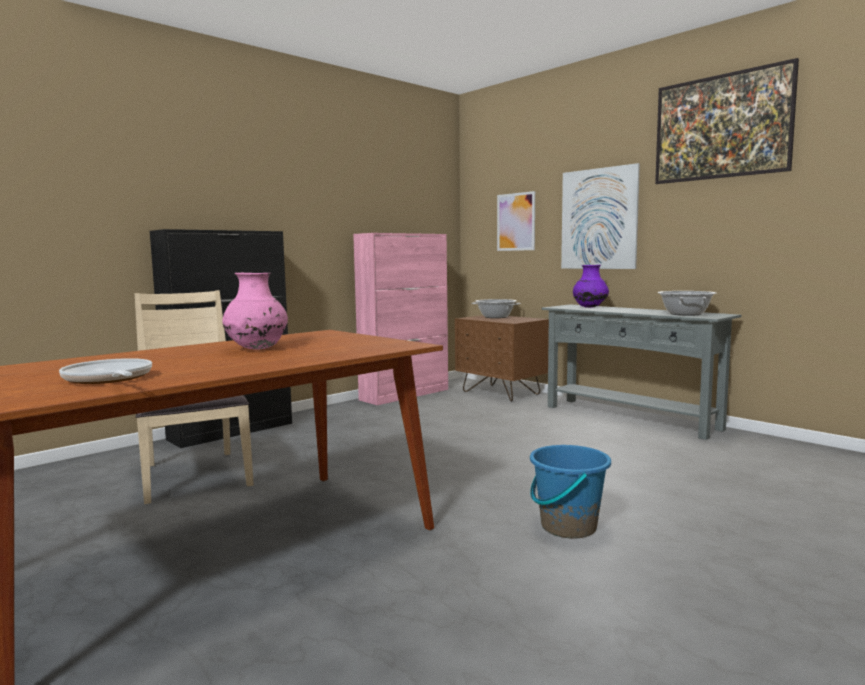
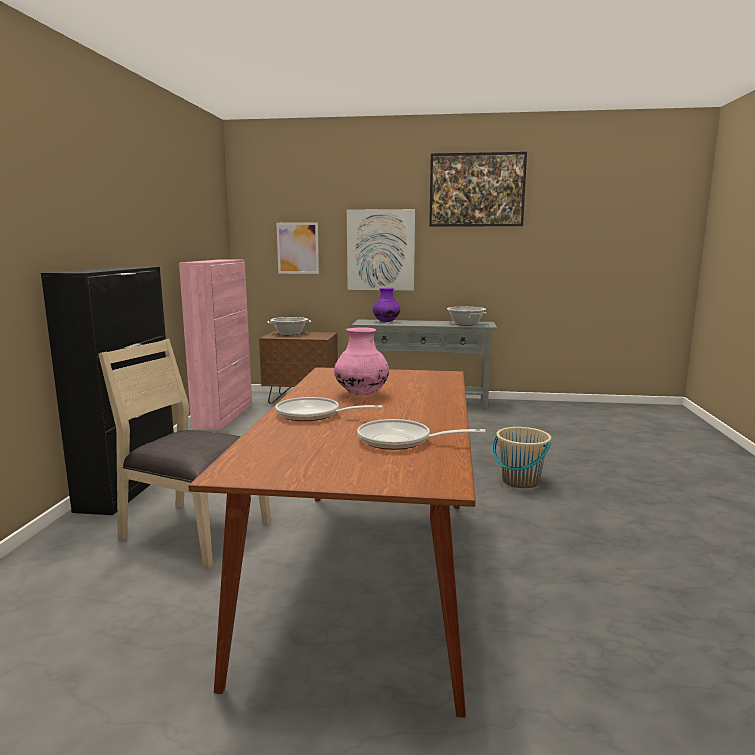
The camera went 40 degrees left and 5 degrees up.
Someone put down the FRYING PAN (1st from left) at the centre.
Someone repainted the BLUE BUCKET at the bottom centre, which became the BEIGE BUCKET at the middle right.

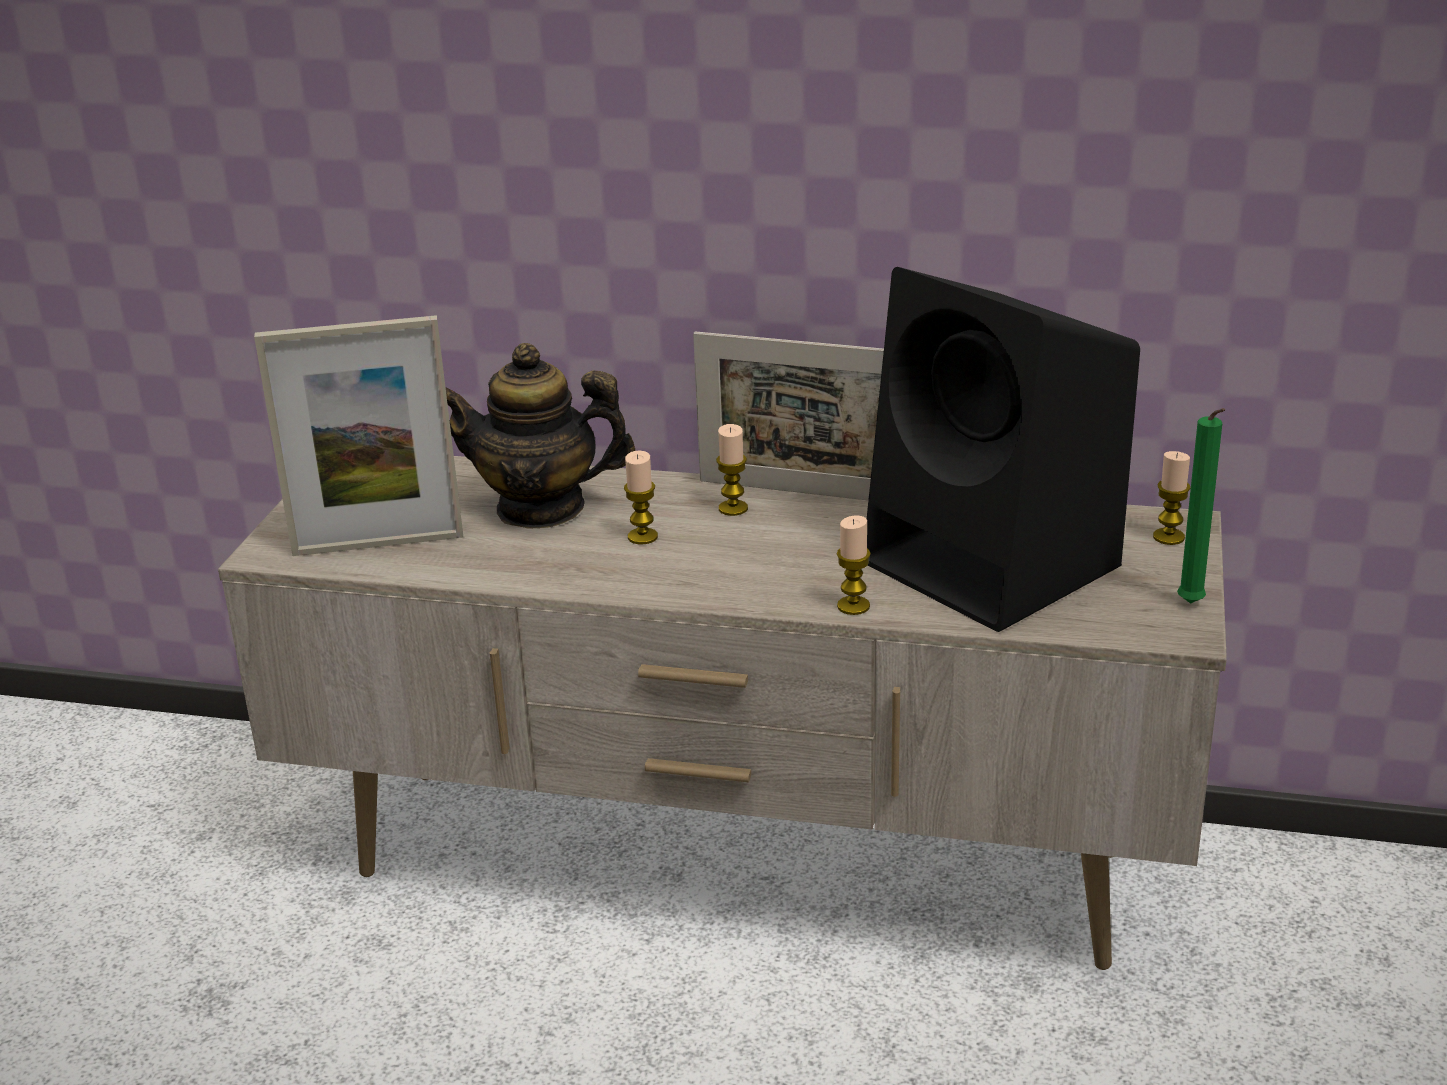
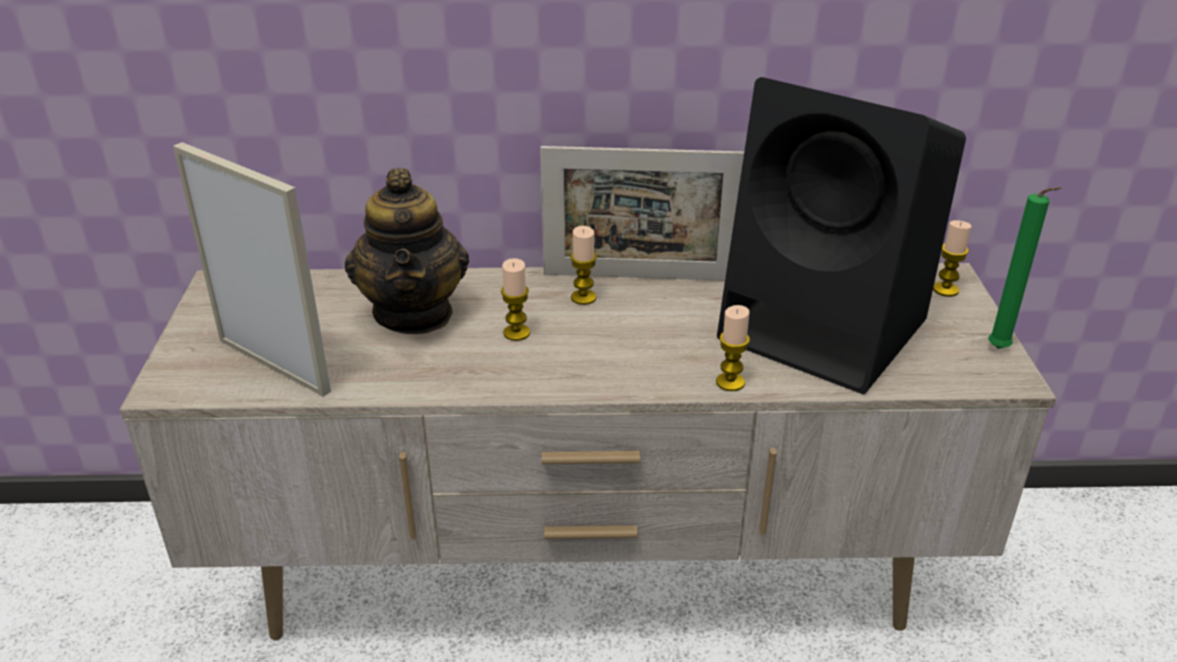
The camera went 15 degrees left and 5 degrees up.
Someone rotated the PICTURE FRAME (1st from left) at the middle left by 120 degrees counterclockwise.
Someone rotated the TEAPOT at the centre by 90 degrees counterclockwise.

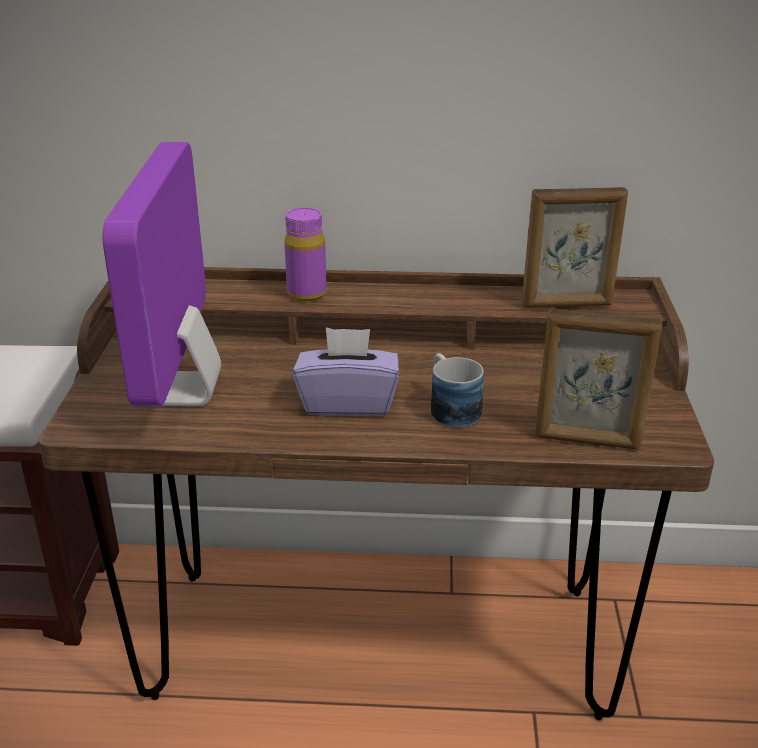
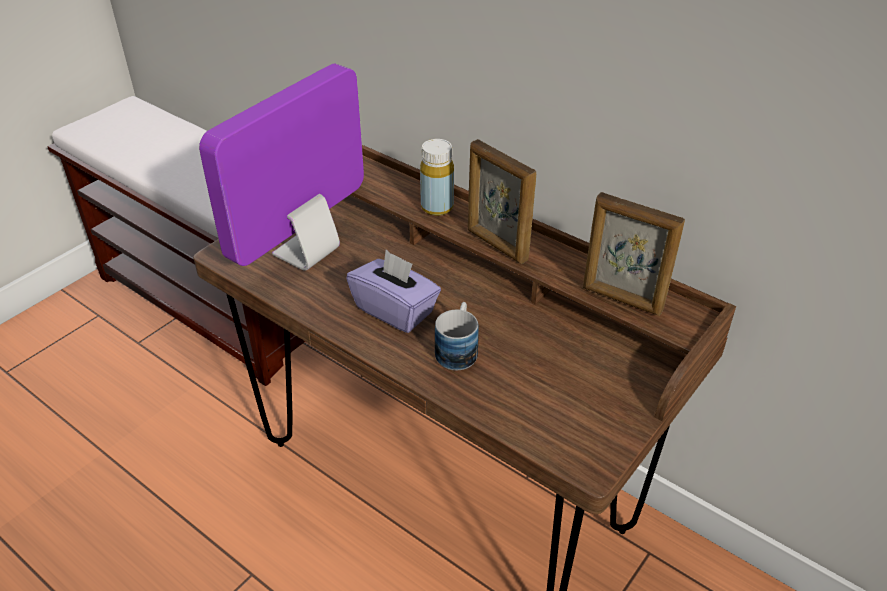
The camera went 35 degrees right and 10 degrees up.
Someone repainted the PURPLE BOTTLE at the centre, which became the YELLOW BOTTLE at the top centre.
Someone carried the PICTURE FRAME (2nd from left in the first image) from the middle right to the centre.

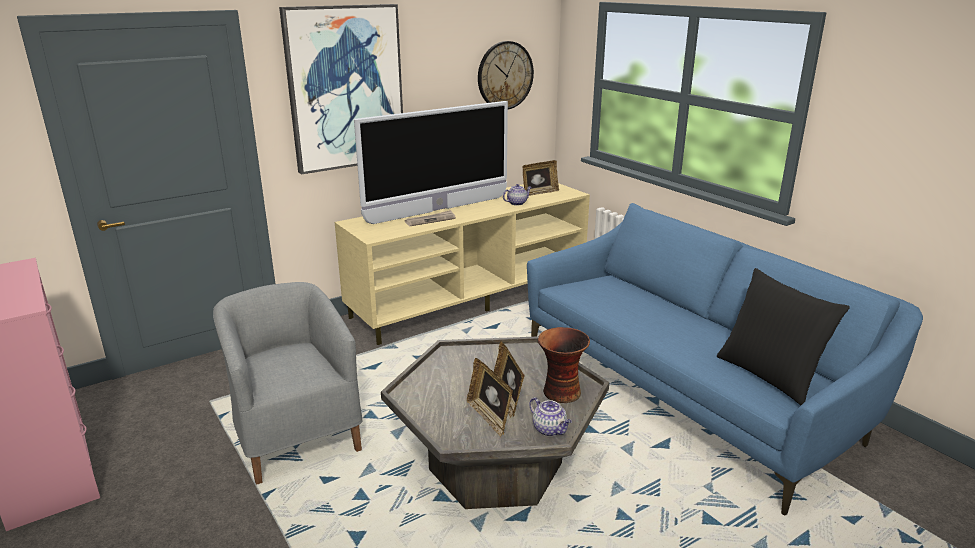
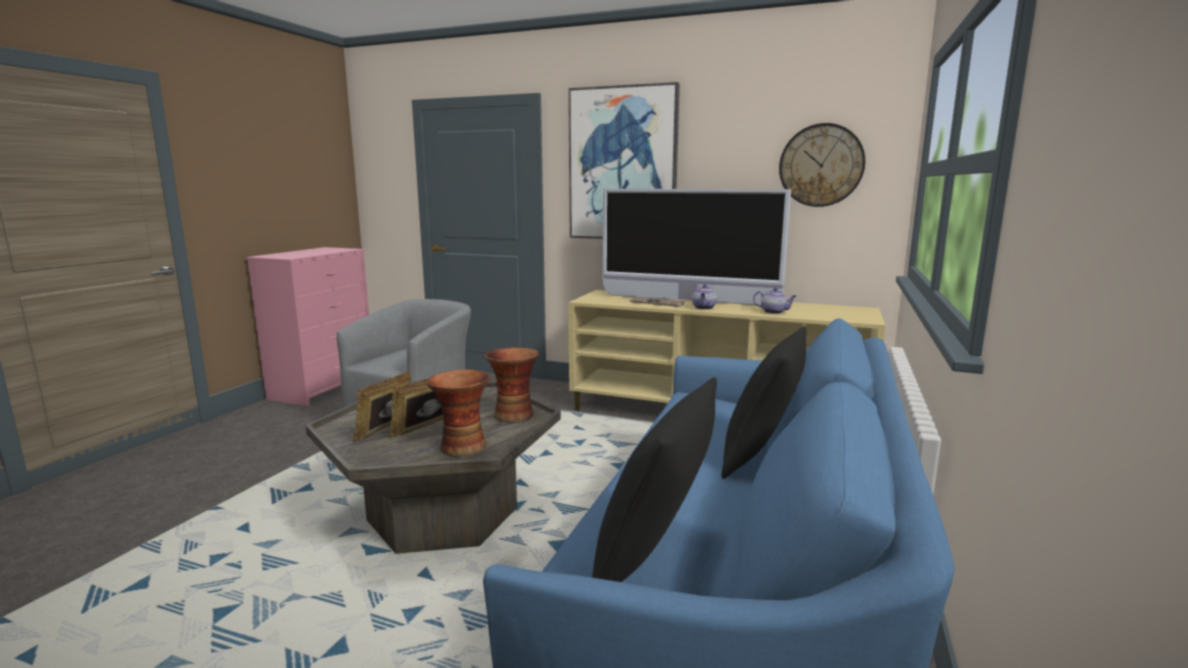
The camera went 55 degrees right and 10 degrees down.
Someone put down the VASE (2nd from left) at the centre.
Someone carried the TEAPOT (2nd from left in the first image) from the bottom centre to the centre.
Someone put down the BLACK PILLOW (2nd from left) at the centre.
Someone took away the PICTURE FRAME (3rd from left) at the top centre.

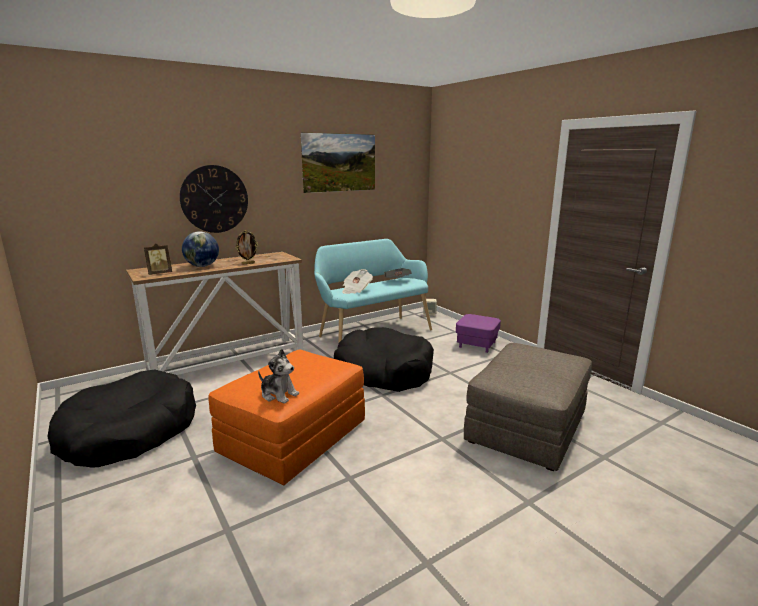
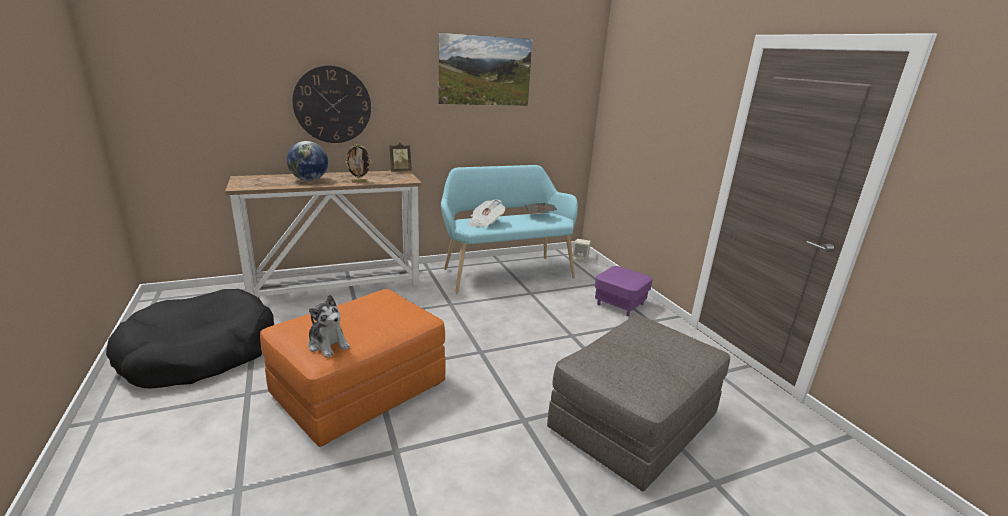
The camera went 10 degrees right and 5 degrees up.
Someone carried the PICTURE FRAME (1st from left in the first image) from the middle left to the top centre.
Someone took away the BLACK DOG BED (2nd from left) at the centre.

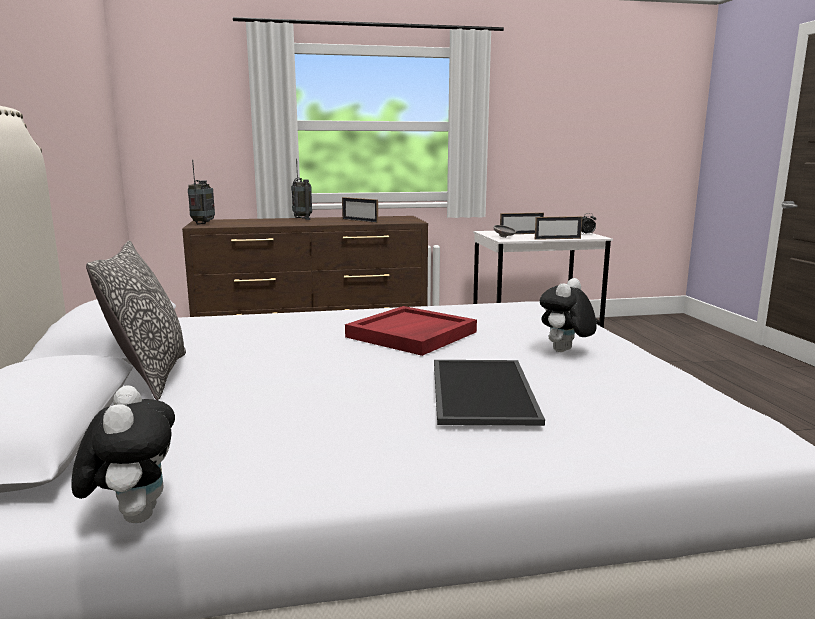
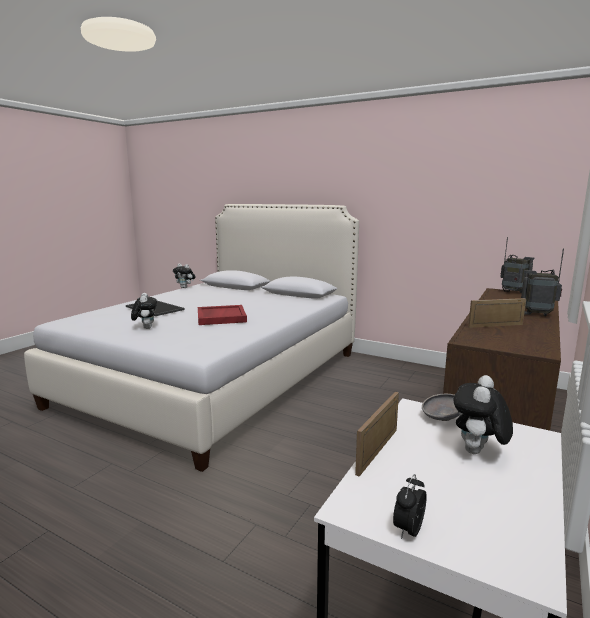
The camera went 130 degrees right and 0 degrees up.
Someone swapped the PICTURE FRAME (2nd from left) at the centre for the PLUSH TOY (3rd from left) at the bottom right.
Someone took away the PILLOW at the middle left.

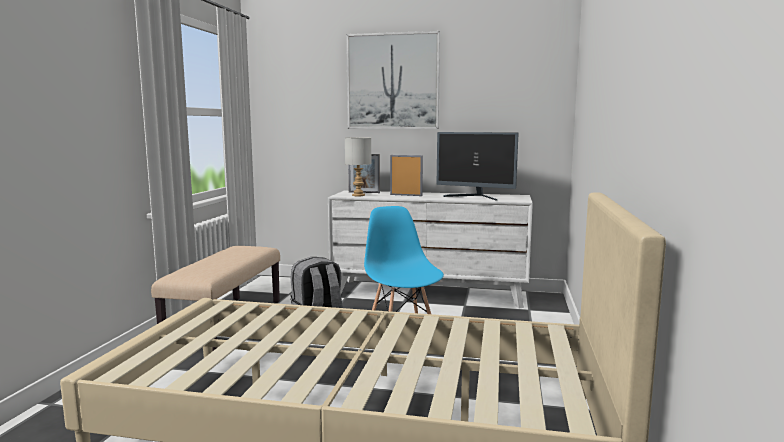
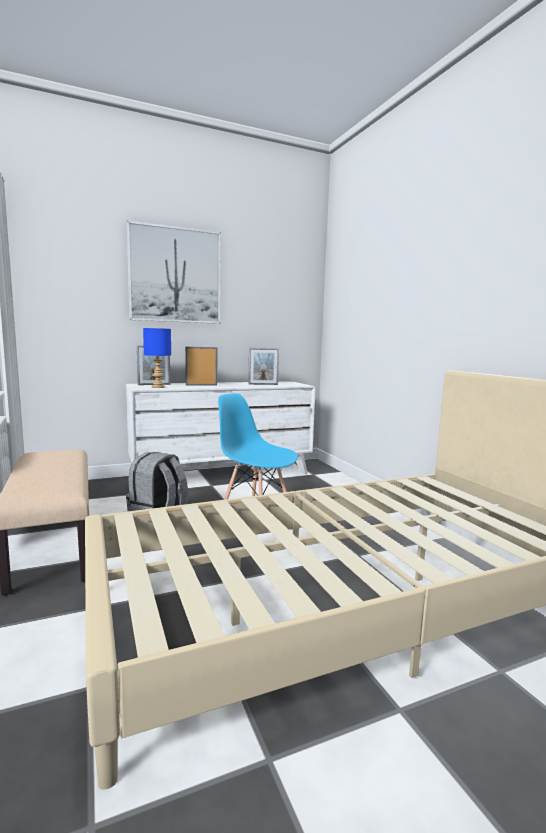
The camera went 35 degrees left and 0 degrees up.
Someone repainted the GREY TABLE LAMP at the centre, which became the BLUE TABLE LAMP at the middle left.
Someone swapped the MONITOR at the centre for the PICTURE FRAME (3rd from left) at the centre.

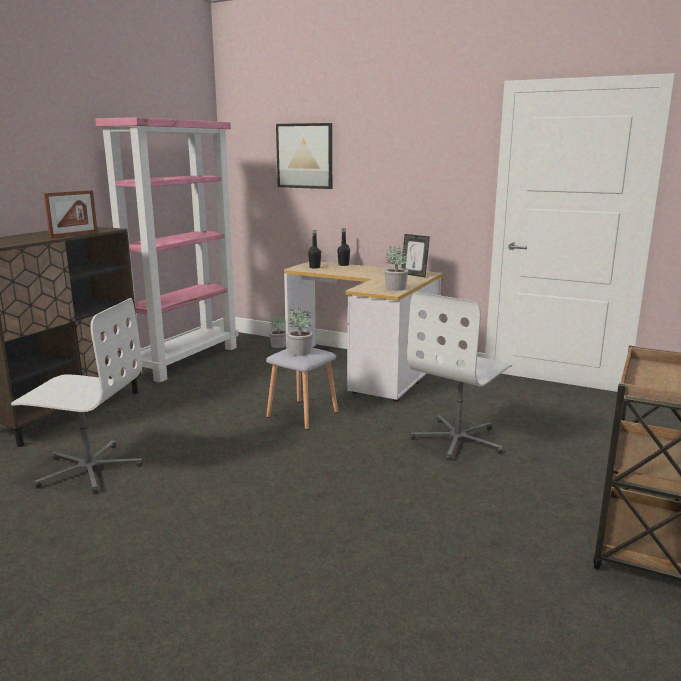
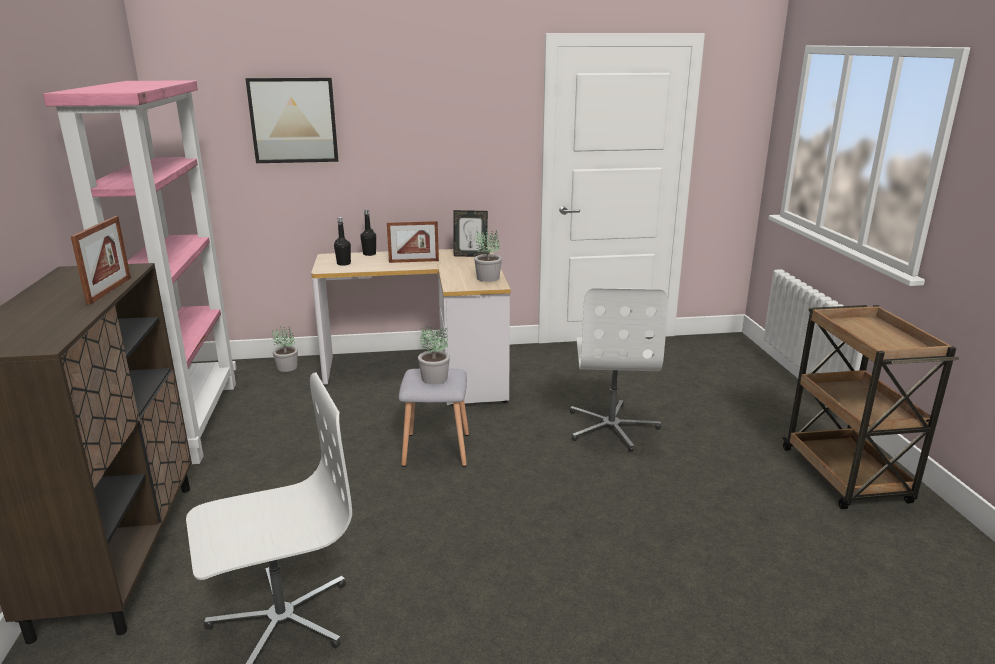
The camera went 35 degrees left and 5 degrees up.
Someone put down the PICTURE FRAME (2nd from left) at the centre.

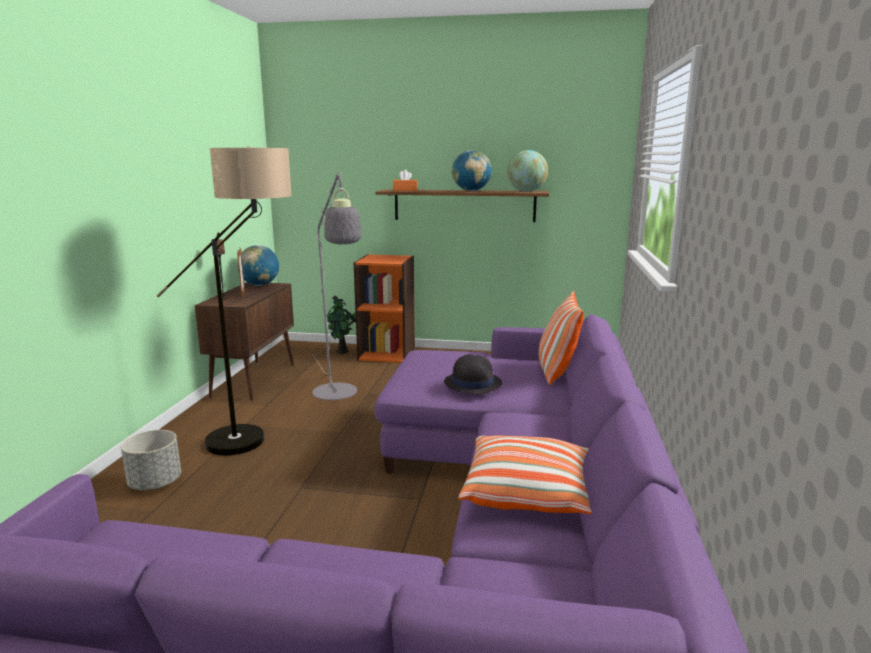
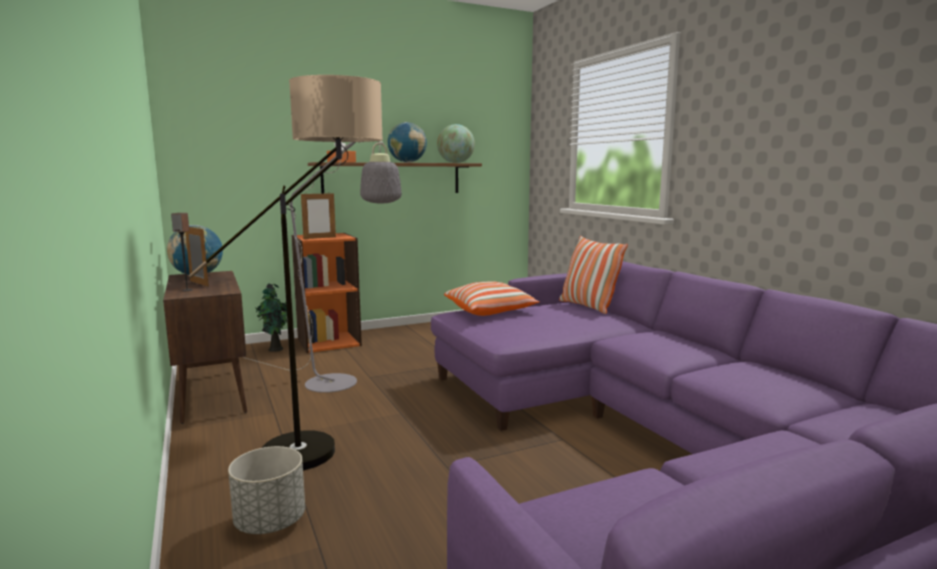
The camera went 35 degrees left and 5 degrees down.
Someone put down the PICTURE FRAME (2nd from left) at the centre.
Someone carried the PILLOW (1st from left) from the bottom centre to the centre.
Someone took away the BLACK HAT at the centre.

